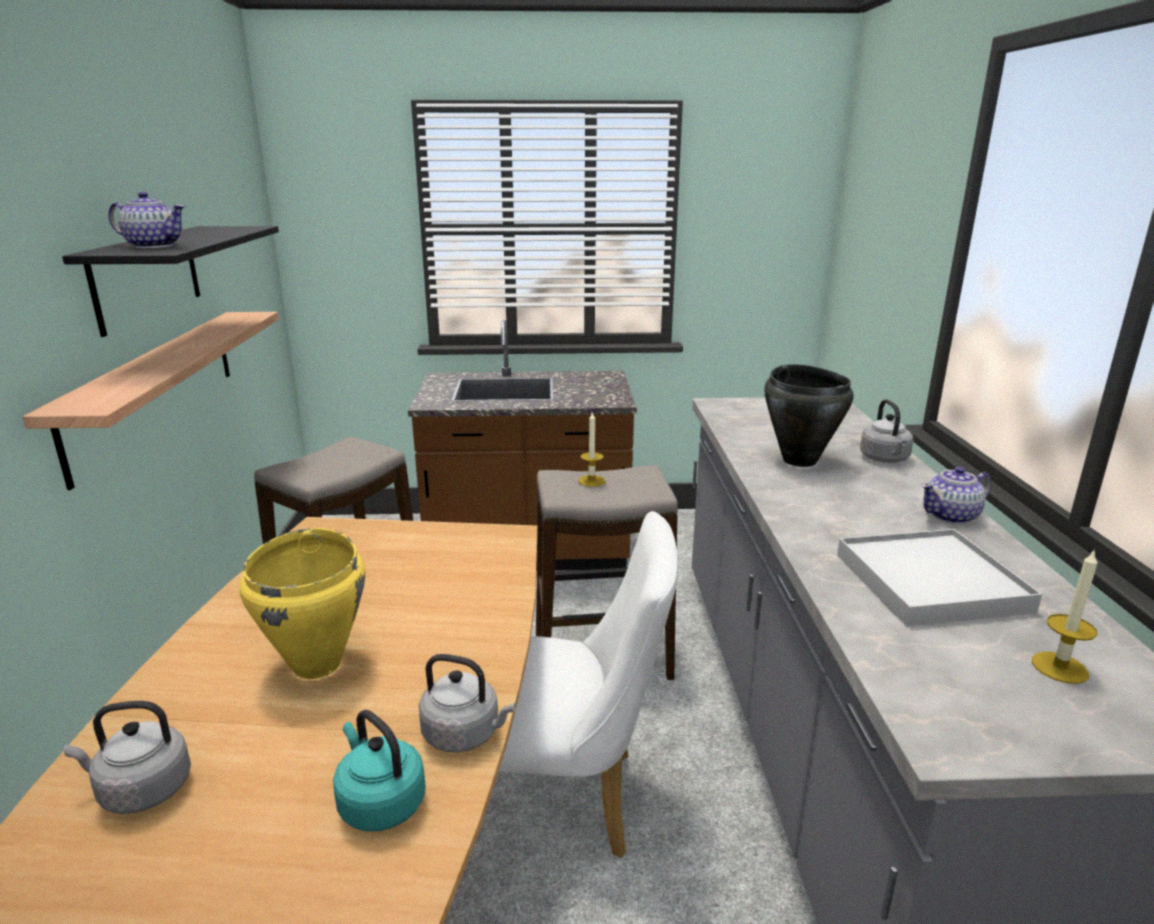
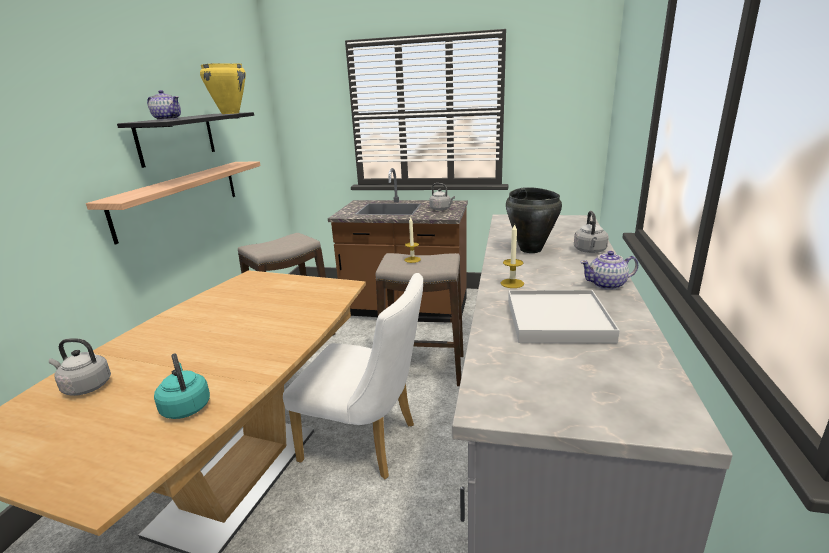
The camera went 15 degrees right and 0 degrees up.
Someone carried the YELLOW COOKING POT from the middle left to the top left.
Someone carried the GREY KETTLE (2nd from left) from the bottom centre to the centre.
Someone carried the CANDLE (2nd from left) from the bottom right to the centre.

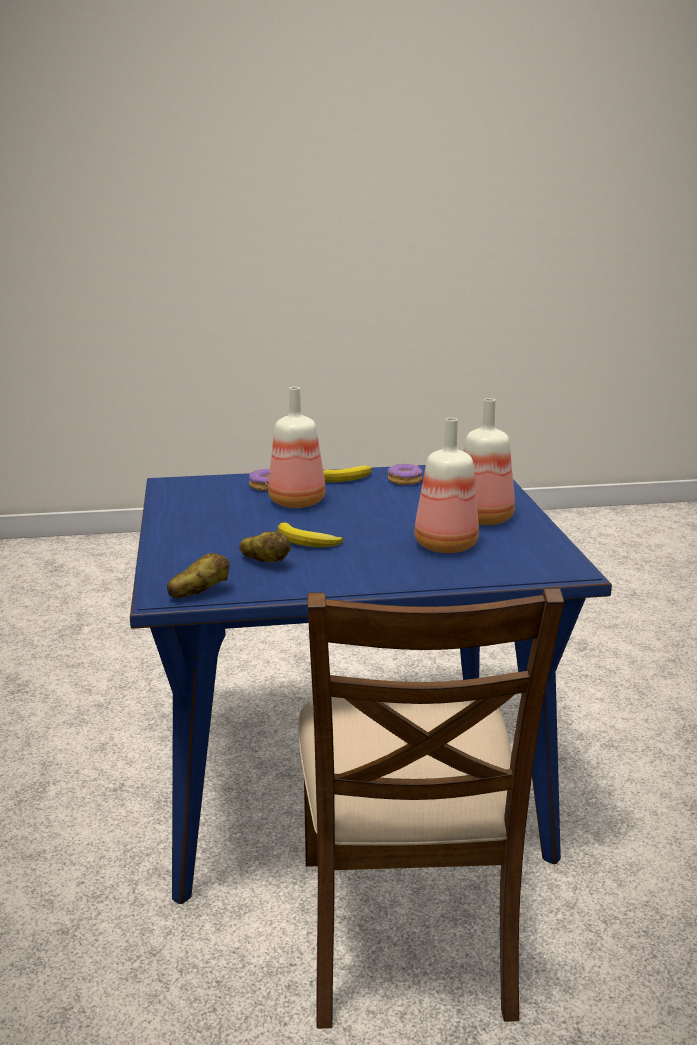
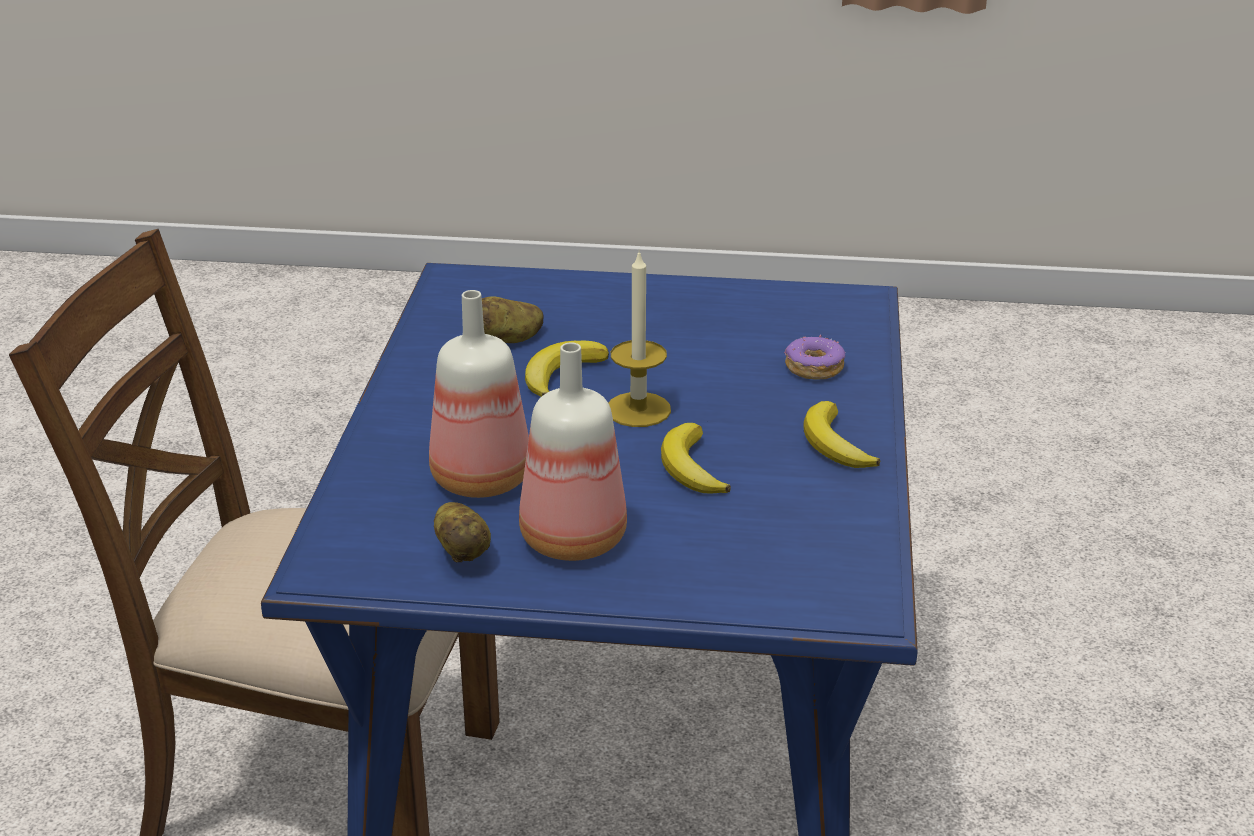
The camera went 105 degrees right and 10 degrees up.
Someone carried the POTATO (1st from left) from the middle left to the centre.
Someone put down the CANDLE at the centre.
Someone put down the BANANA (2nd from left) at the centre.
Someone took away the BOTTLE (1st from left) at the centre.
Someone took away the DONUT (2nd from left) at the centre.

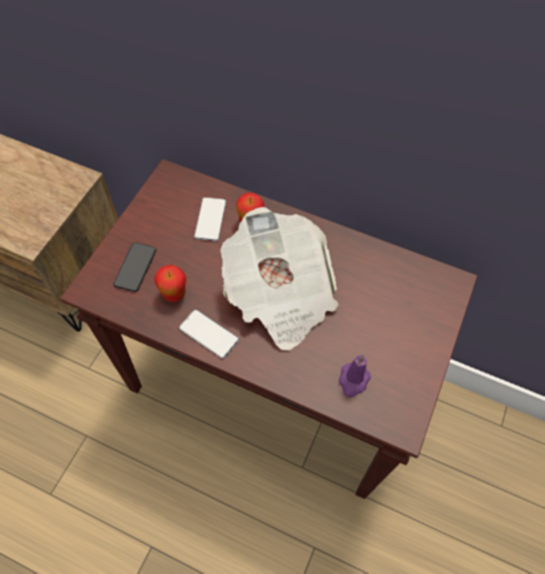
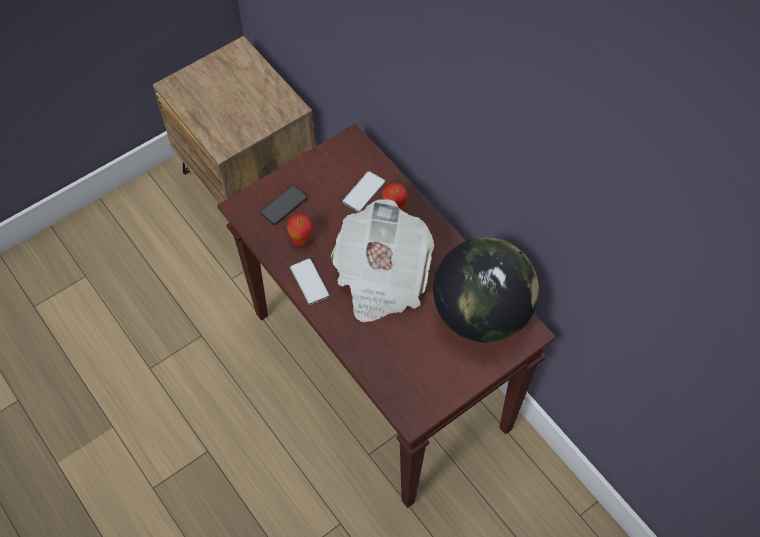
The camera went 30 degrees right and 0 degrees up.
Someone put down the GLOBE at the centre.
Someone took away the PURPLE CANDLE at the centre.

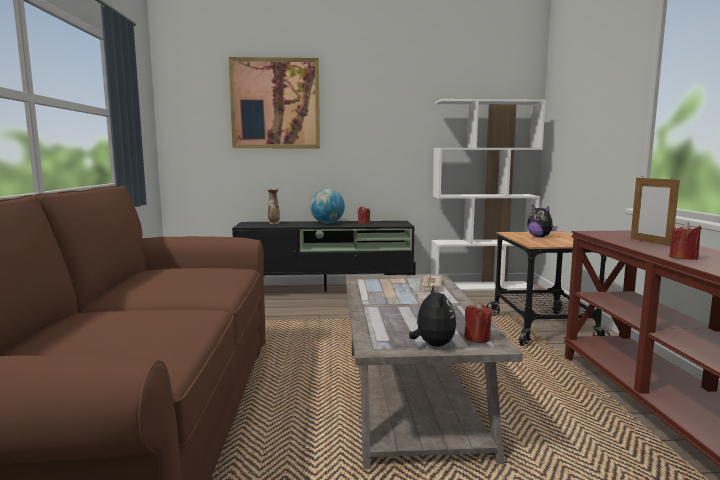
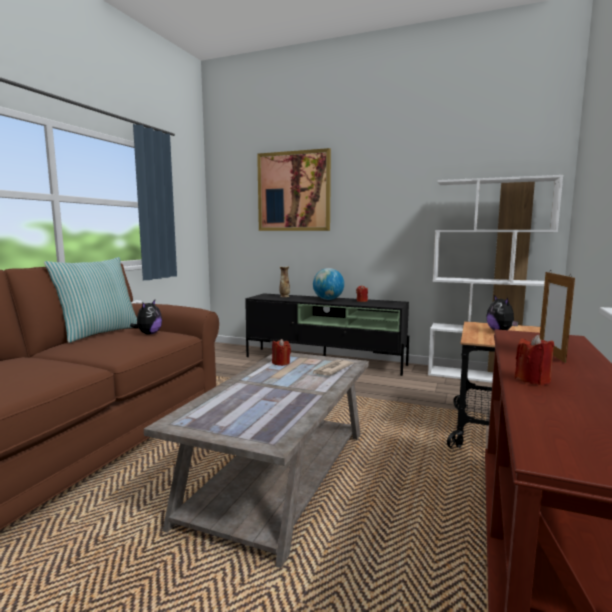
The camera went 25 degrees right and 0 degrees up.
Someone put down the PILLOW at the middle left.
Someone carried the PLUSH TOY (1st from left) from the centre to the middle left.
Someone carried the RED CANDLE (2nd from left in the first image) from the bottom centre to the centre.

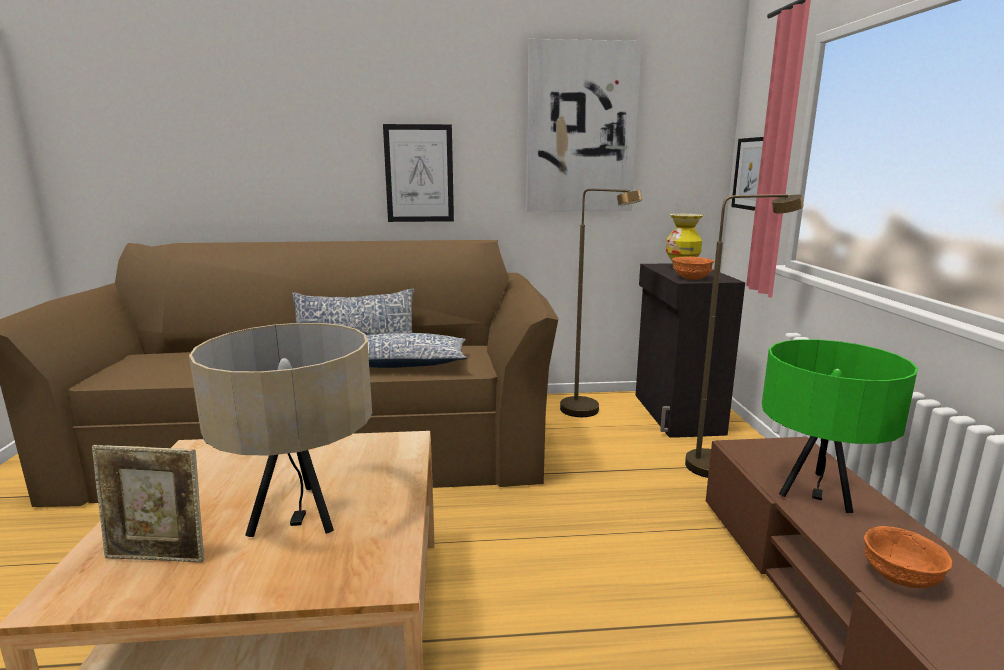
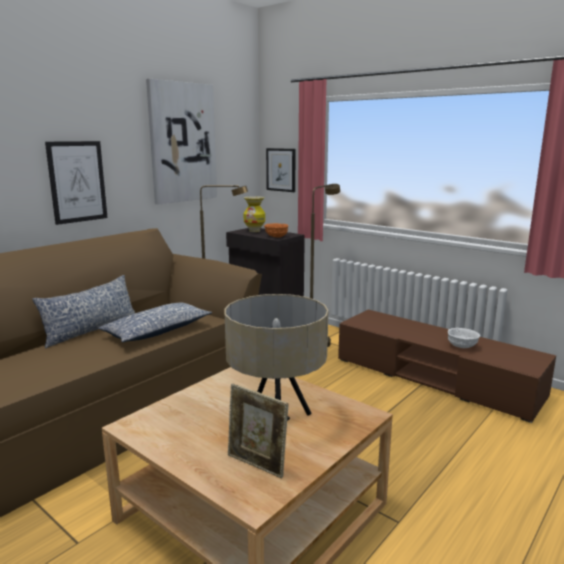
The camera went 45 degrees left and 0 degrees up.
Someone rotated the PICTURE FRAME at the bottom left by 75 degrees clockwise.
Someone repainted the ORANGE BOWL (2nd from left) at the bottom right, which became the WHITE BOWL at the middle right.
Someone took away the GREEN TABLE LAMP at the middle right.

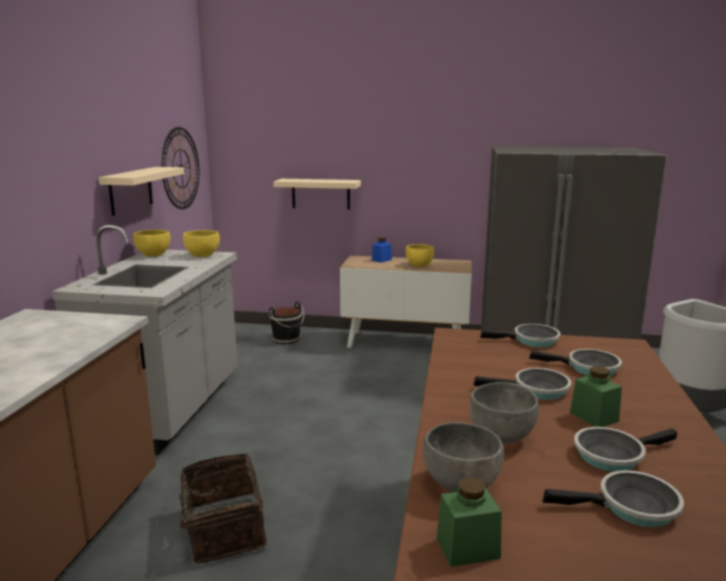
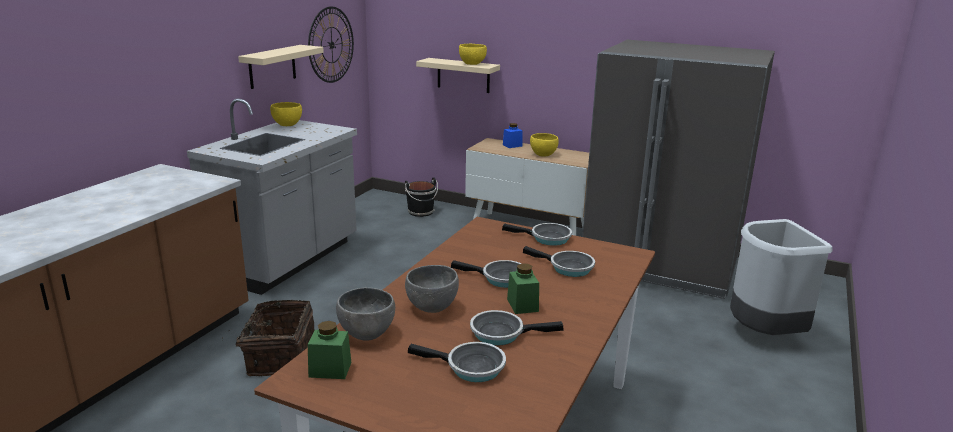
The camera went 15 degrees right and 5 degrees up.
Someone carried the YELLOW BOWL (2nd from left) from the middle left to the top centre.

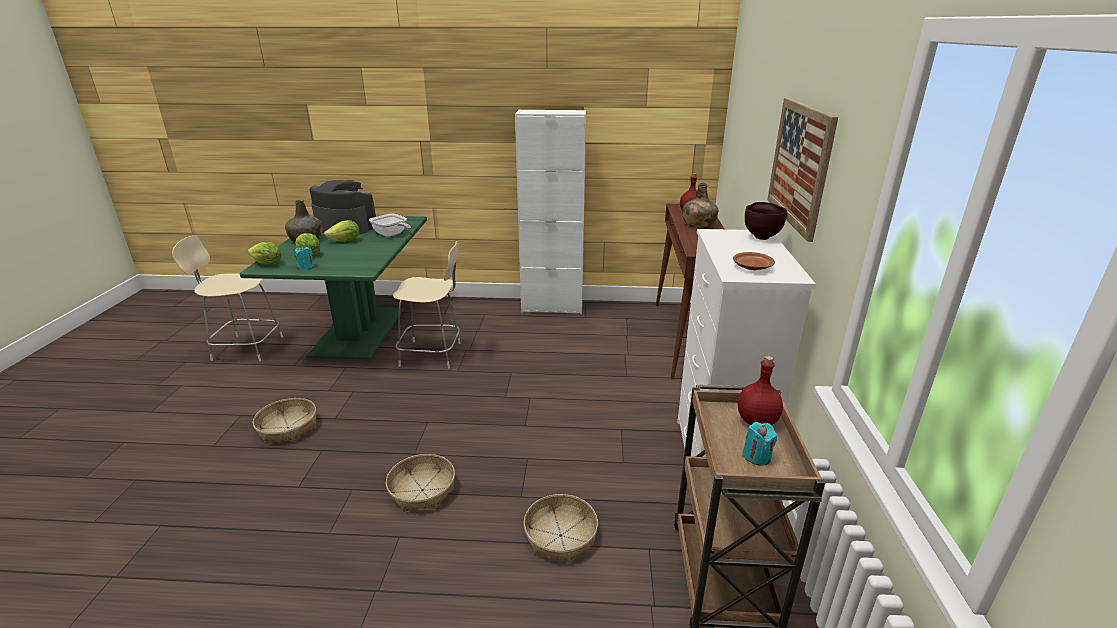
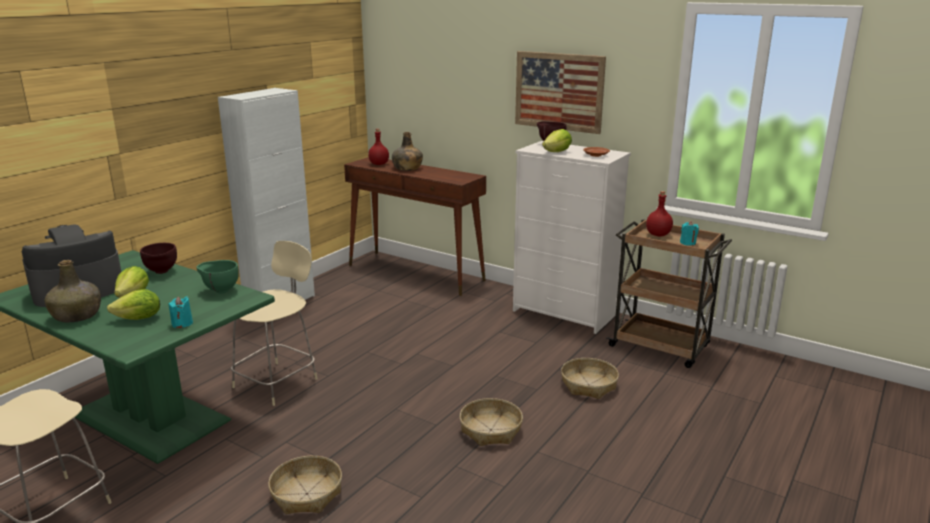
The camera went 60 degrees left and 5 degrees down.
Someone swapped the FRYING PAN at the centre for the BROWN BOWL (1st from left) at the middle left.
Someone put down the GREEN BOWL at the middle left.
Someone carried the LETTUCE (1st from left in the first image) from the middle left to the top centre.

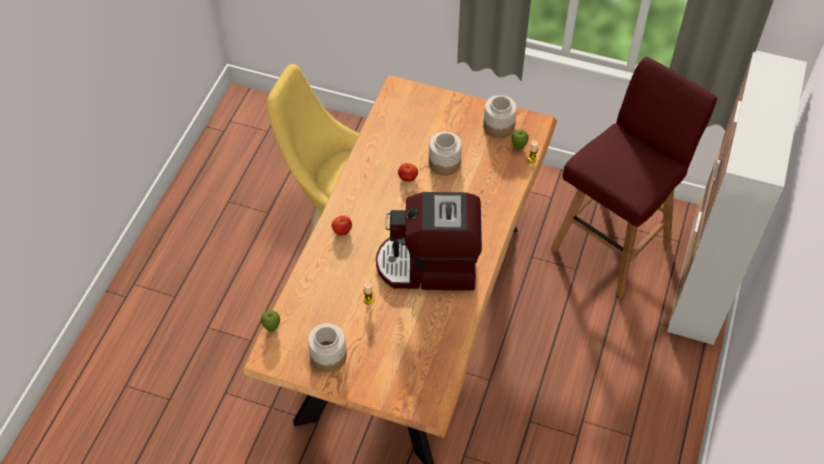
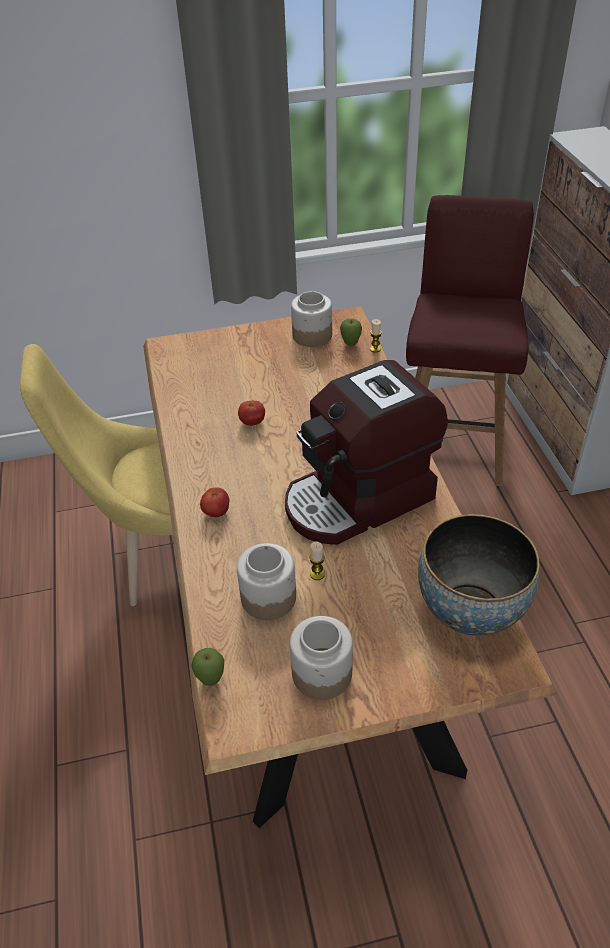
The camera went 30 degrees left and 10 degrees down.
Someone carried the JAR (2nd from left in the first image) from the top centre to the centre.
Someone put down the BOWL at the middle right.

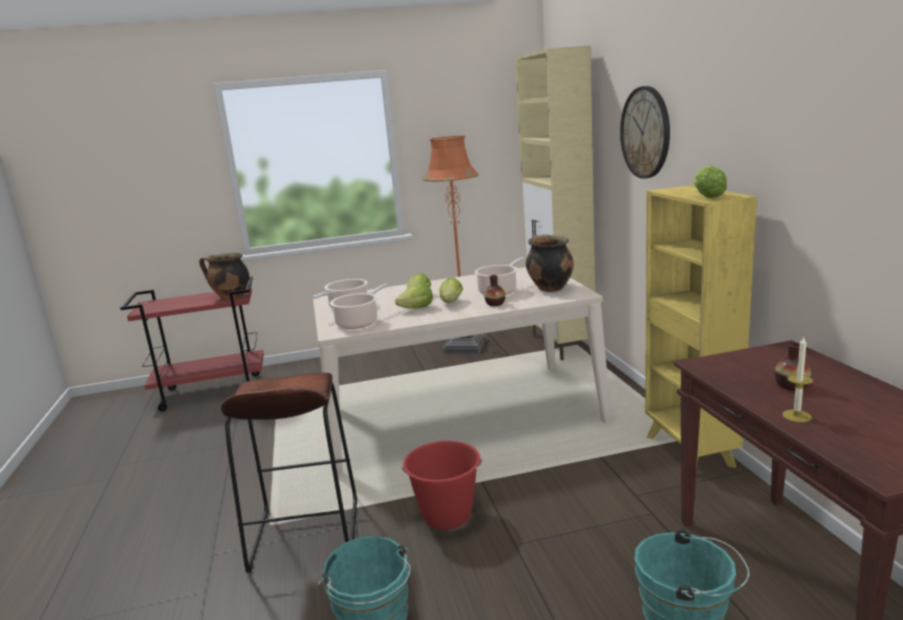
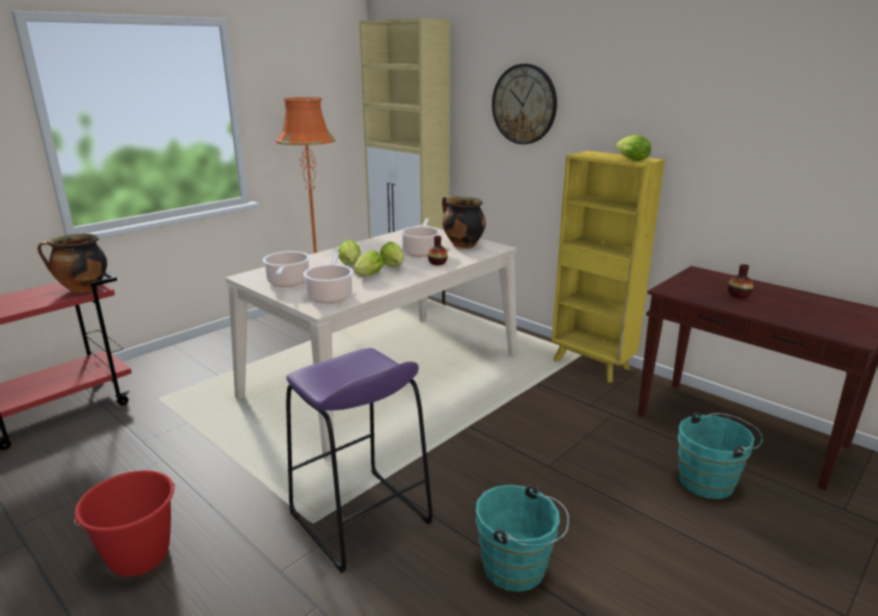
The camera went 35 degrees left and 5 degrees up.
Someone carried the RED BUCKET from the bottom centre to the bottom left.
Someone repainted the BROWN STOOL at the bottom left, which became the PURPLE STOOL at the bottom centre.
Someone took away the CANDLE at the middle right.

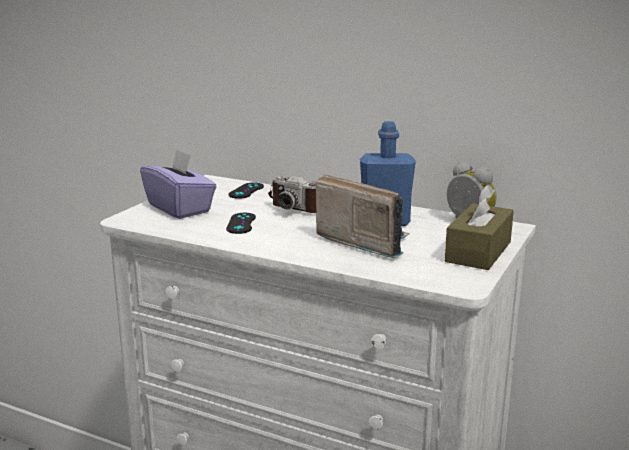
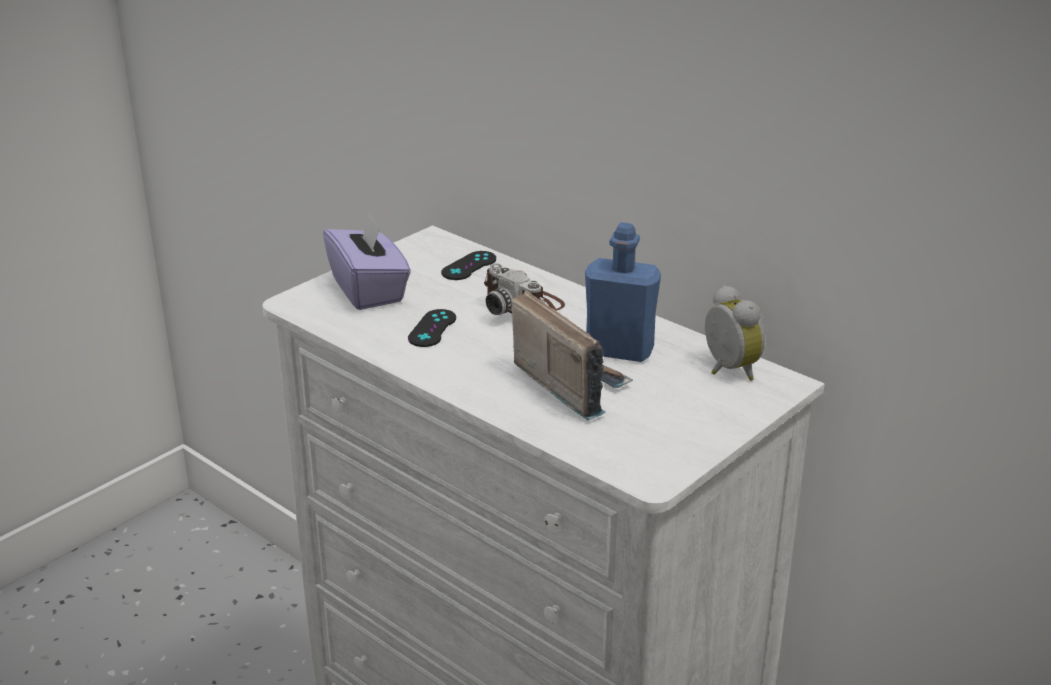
The camera went 15 degrees right and 10 degrees up.
Someone took away the BROWN TISSUE BOX at the middle right.

